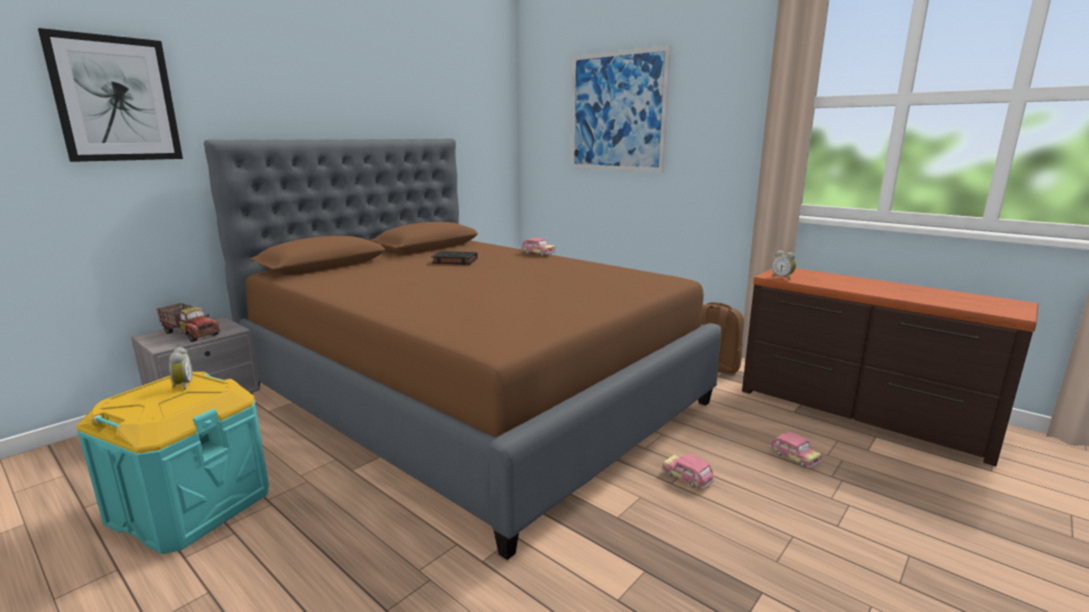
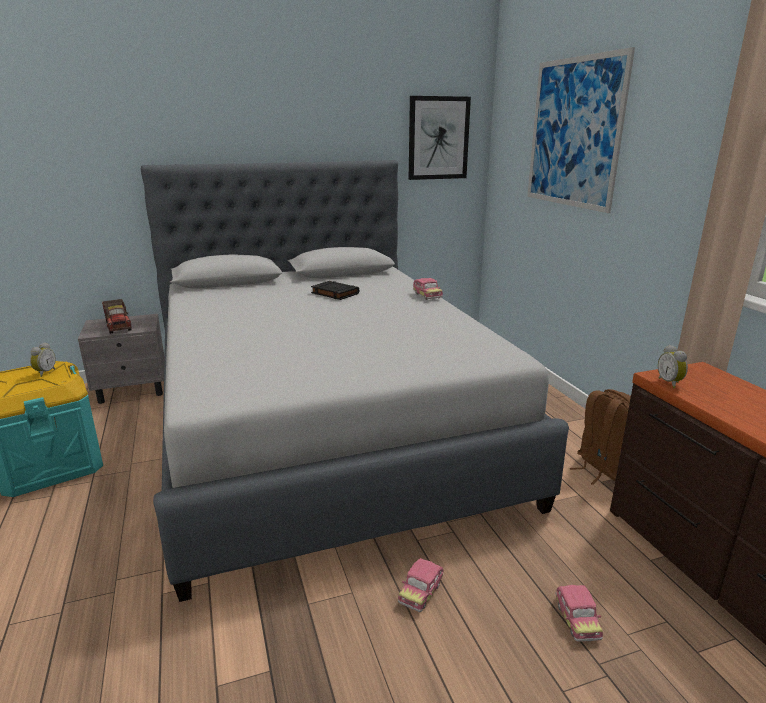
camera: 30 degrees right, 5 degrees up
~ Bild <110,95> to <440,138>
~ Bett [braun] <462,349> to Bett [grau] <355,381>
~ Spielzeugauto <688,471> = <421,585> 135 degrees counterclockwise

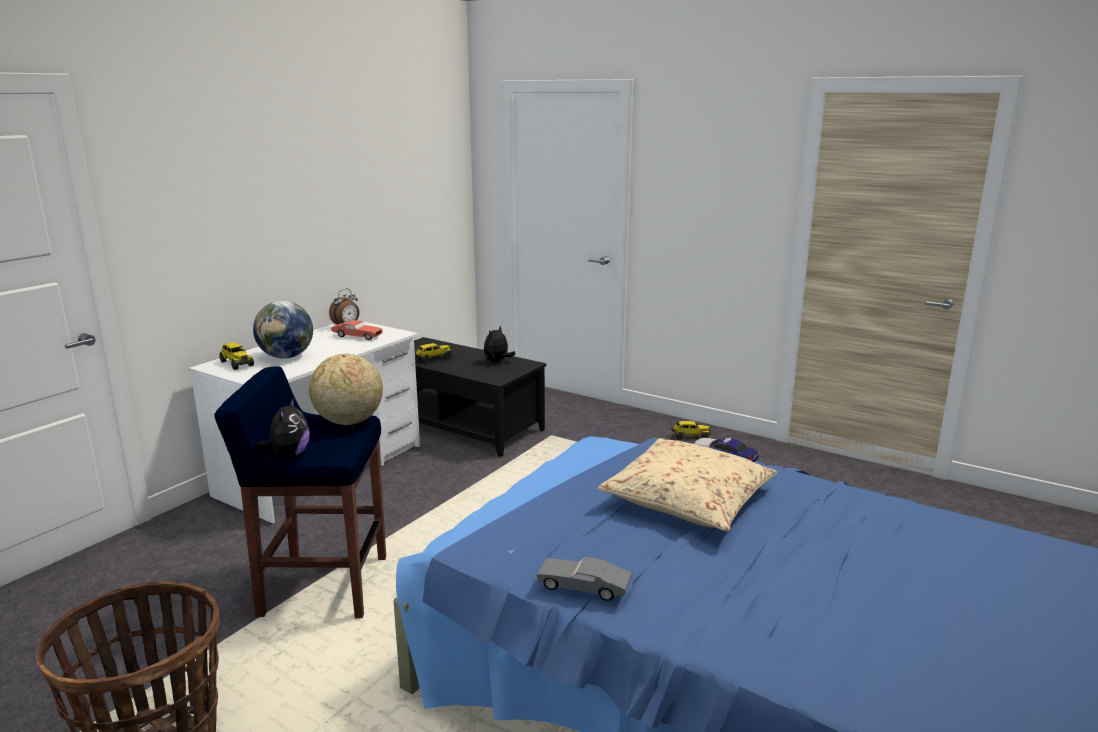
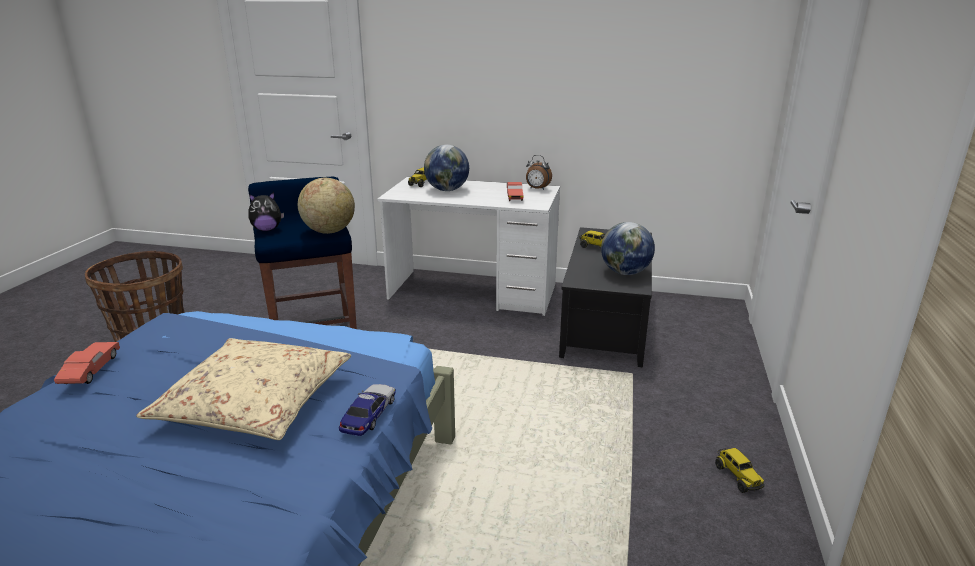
camera: 70 degrees right, 5 degrees up
~ Plüschtier <499,344> to Globus <628,248>
~ Spielzeugauto [grau] <584,579> to Spielzeugauto [rot] <87,363>

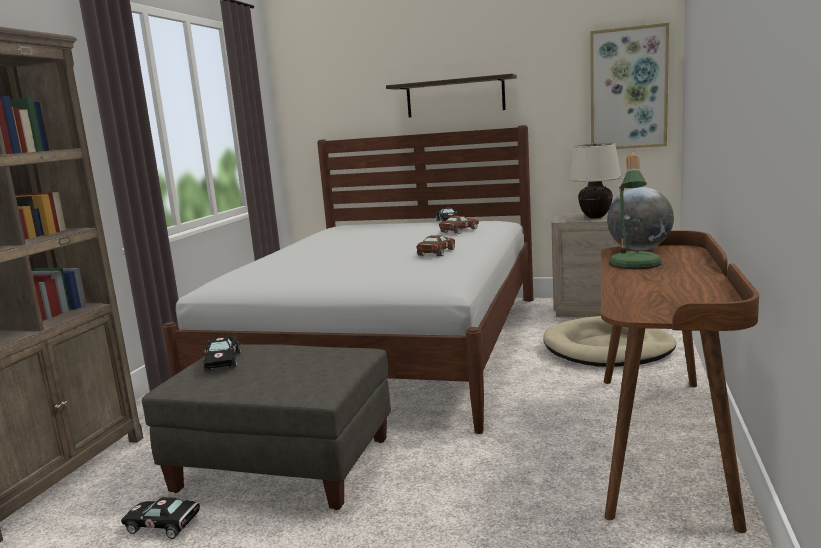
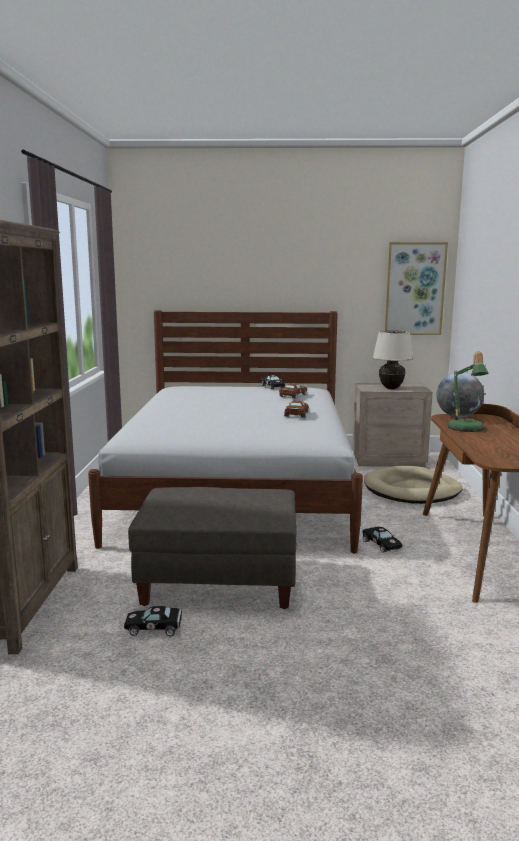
camera: 15 degrees left, 0 degrees up
~ Spielzeugauto [schwarz] <222,353> to <382,540>
- Wandregal <451,95>

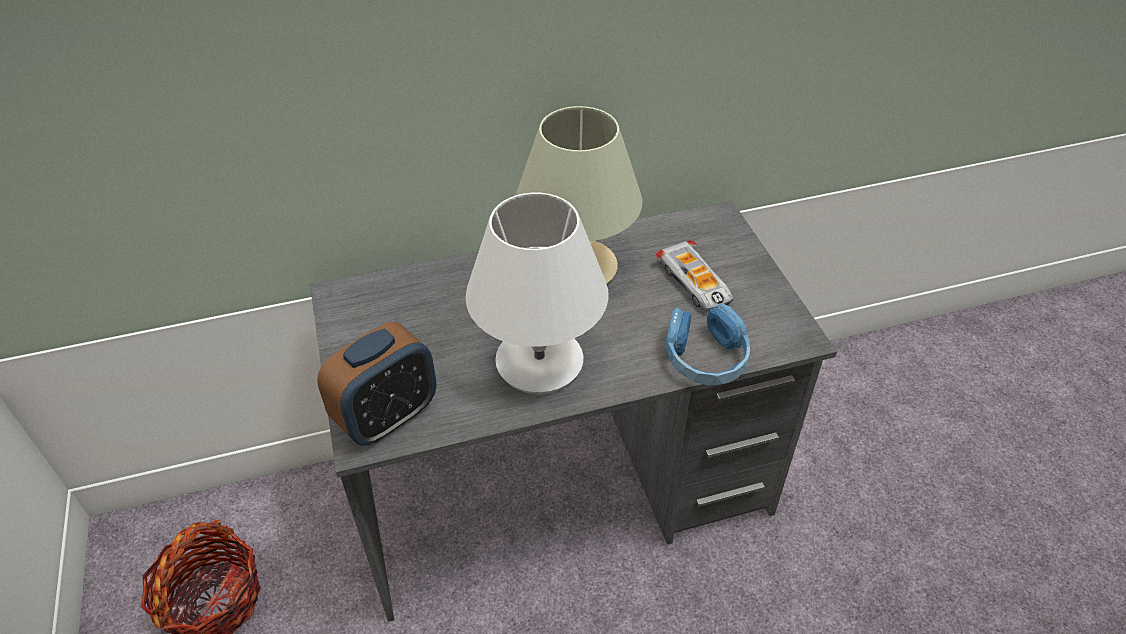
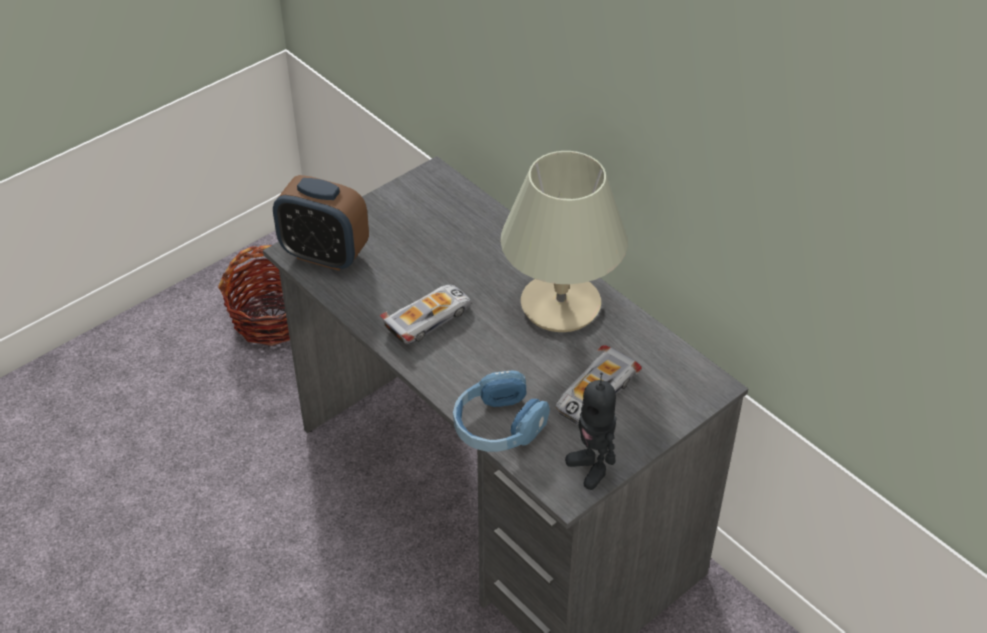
camera: 65 degrees right, 0 degrees up
~ Tischlampe [weiß] <537,293> to Spielzeugauto <425,314>
+ Spielzeugroboter <590,431>

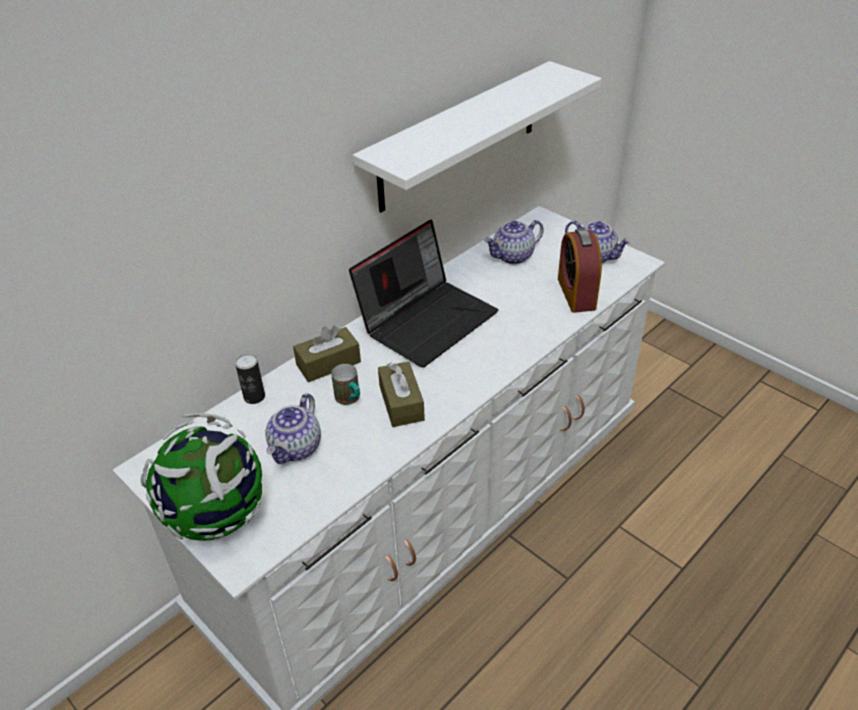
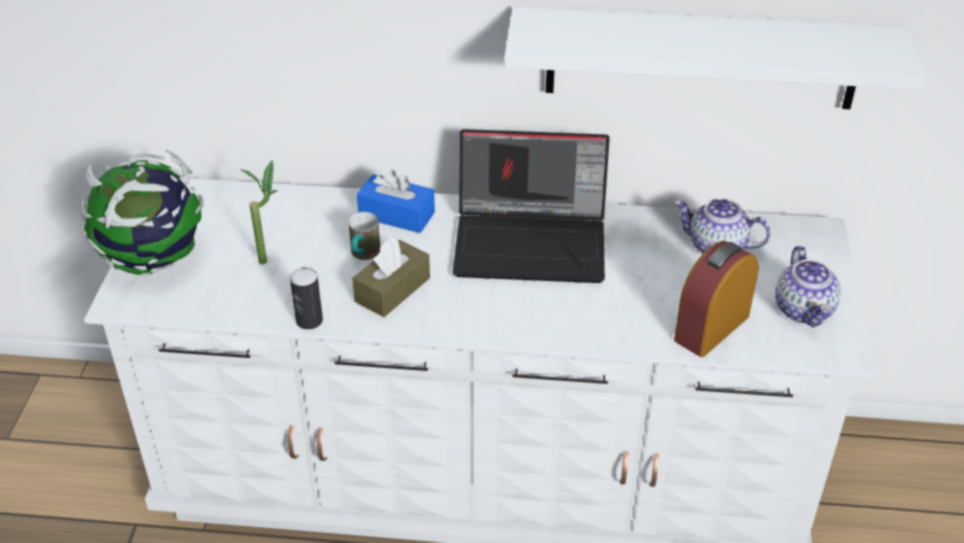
camera: 50 degrees right, 0 degrees up
~ Dose <250,379> to <306,298>
~ Teekanne <293,428> to Topfpflanze <259,212>
~ Taschentuchbox [braun] <327,354> to Taschentuchbox [blau] <396,201>

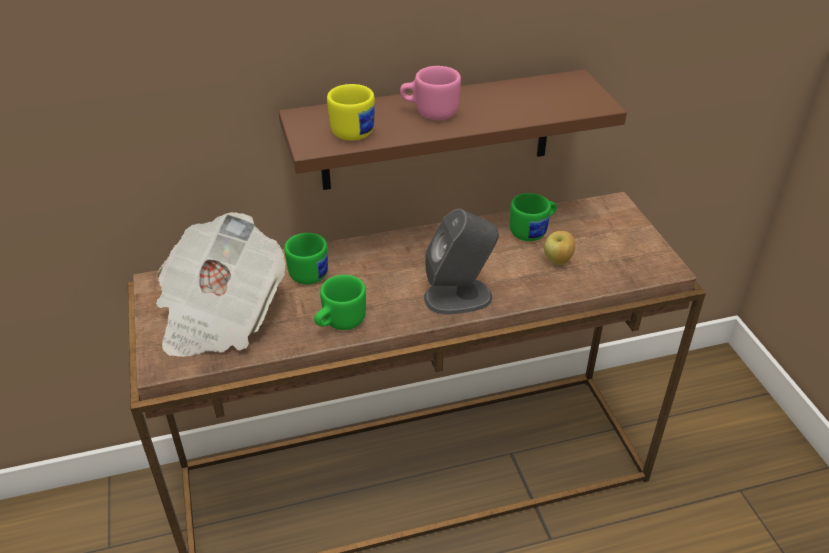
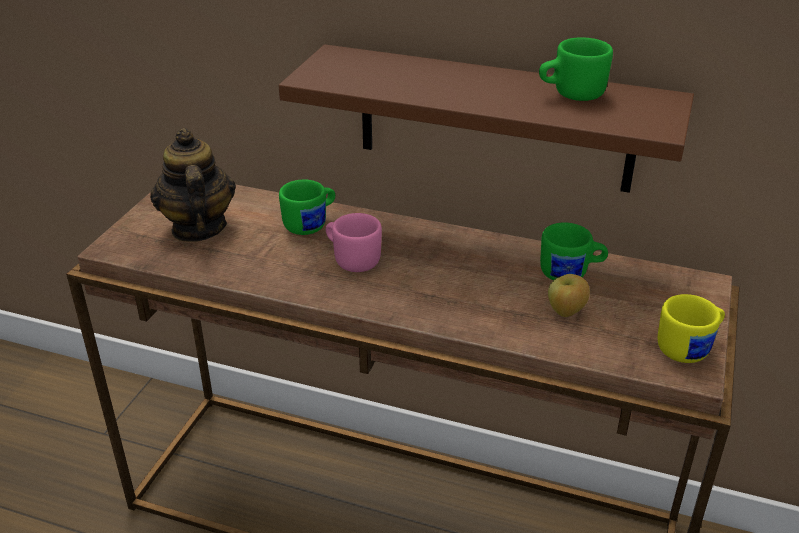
camera: 35 degrees right, 5 degrees down
~ Zeitung <221,284> to Teekanne <193,185>
~ Henkelbecher [grün] <340,302> to <576,69>
~ Henkelbecher [gelb] <351,112> to <691,328>
~ Henkelbecher [rosa] <430,93> to <354,242>
- Lautsprecher [grau] <461,261>

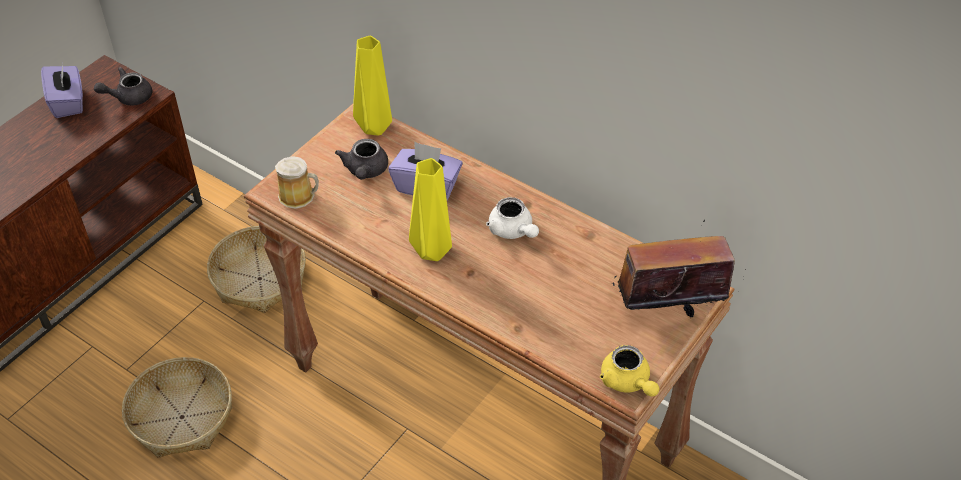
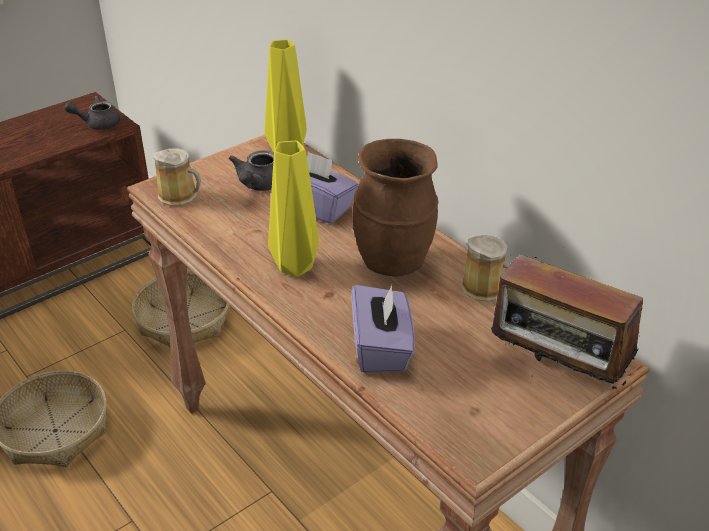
camera: 15 degrees right, 10 degrees down
~ Taschentuchbox [lila] <62,91> to <383,328>
~ Teekanne [weiß] <512,218> to Vase [braun] <396,208>
- Teekanne [gelb] <629,371>
~ Radio <674,268> = <567,318> 150 degrees counterclockwise
+ Henkelbecher <485,268>

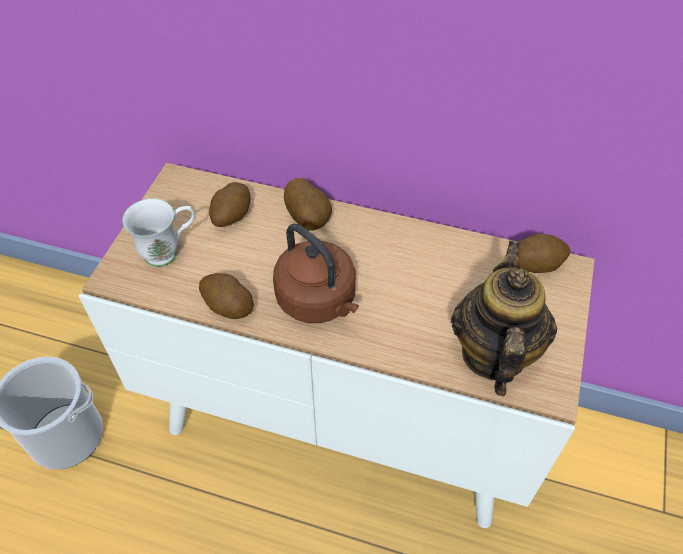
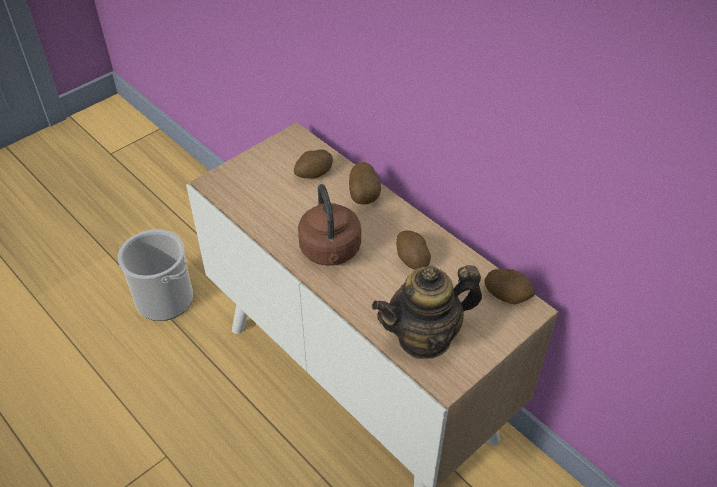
camera: 30 degrees right, 5 degrees down
- Henkelbecher [weiß] <158,232>
~ Kartoffel <226,296> to <413,250>
~ Teekanne <504,318> = <427,312> 150 degrees counterclockwise

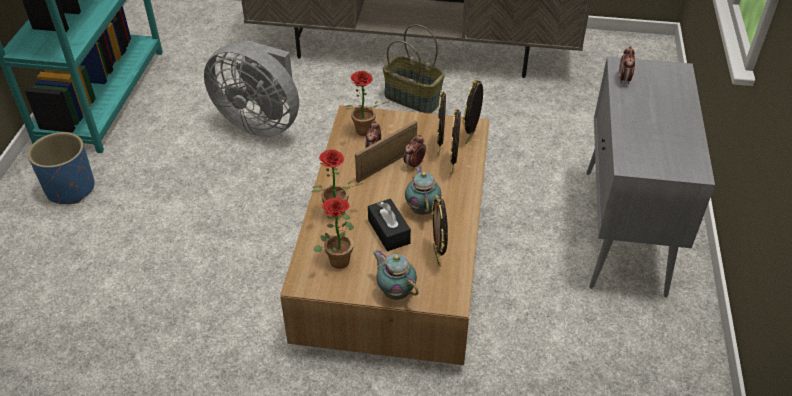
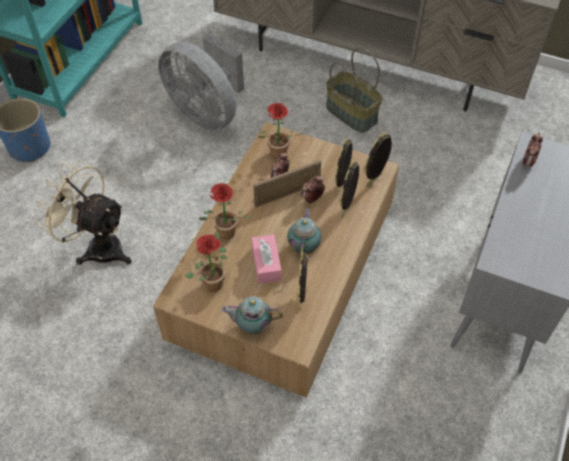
camera: 15 degrees right, 10 degrees up
~ Taschentuchbox [schwarz] <389,225> to Taschentuchbox [rosa] <266,259>
~ Teekanne <396,275> = <252,315> 60 degrees counterclockwise
+ Ventilator [beige] <84,213>

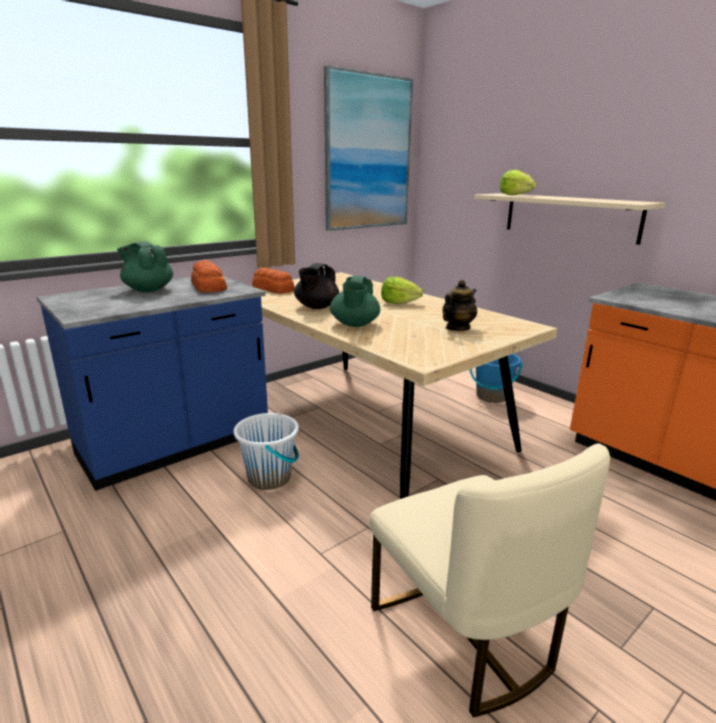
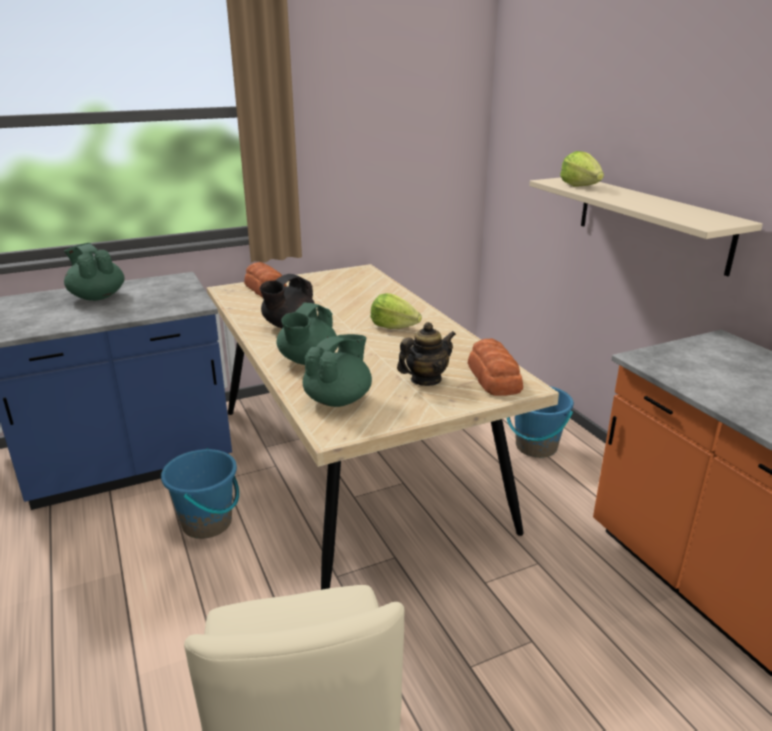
camera: 15 degrees right, 5 degrees up
~ Brot <209,276> to <495,367>
~ Eimer [weiß] <266,451> to Eimer [blau] <200,493>
- Bild <368,148>
+ Teekanne [grün] <337,370>

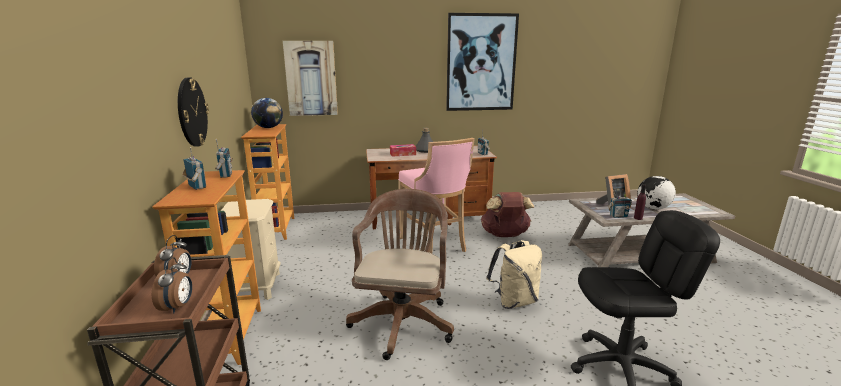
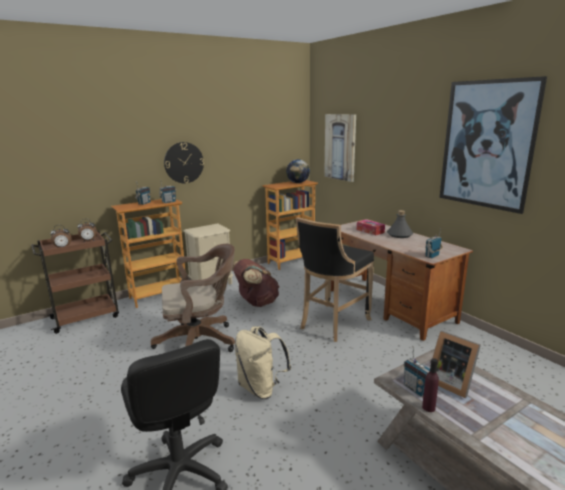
camera: 65 degrees right, 0 degrees up
~ Hocker [rosa] <436,196> to Hocker [schwarz] <335,279>
~ Rucksack [braun] <507,214> to <256,283>
- Globus <657,193>

